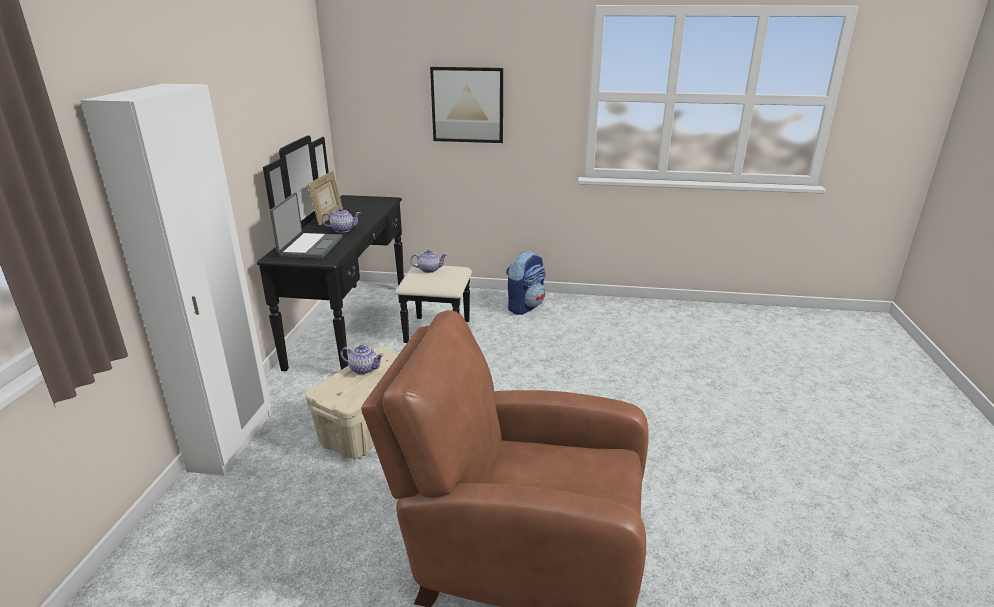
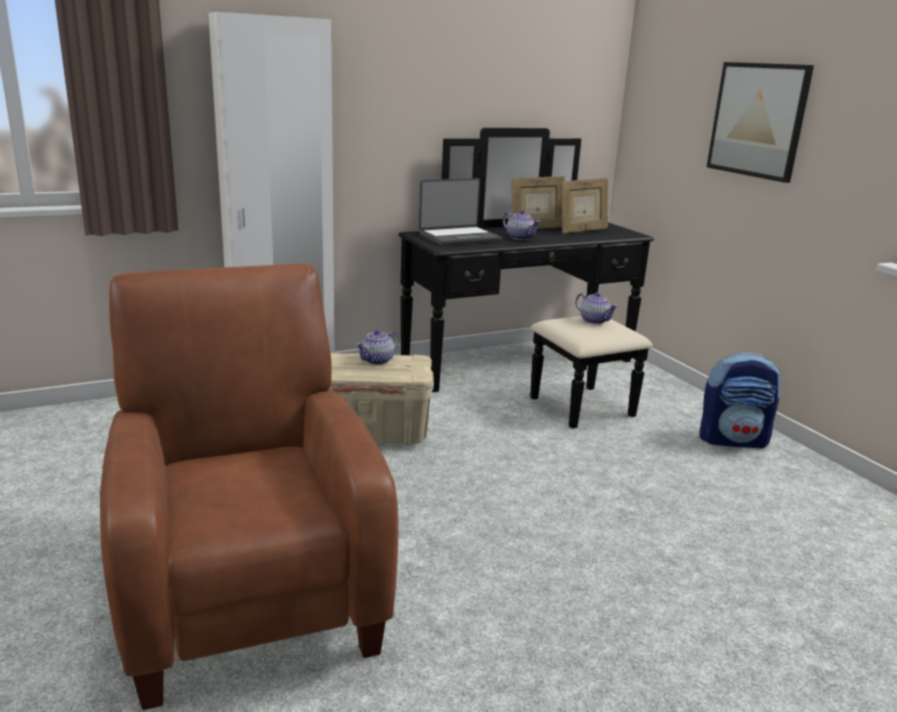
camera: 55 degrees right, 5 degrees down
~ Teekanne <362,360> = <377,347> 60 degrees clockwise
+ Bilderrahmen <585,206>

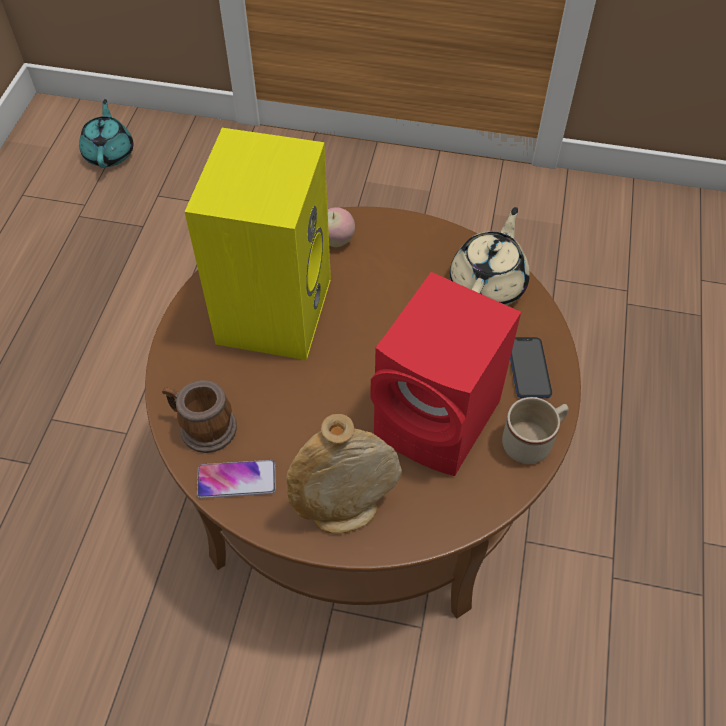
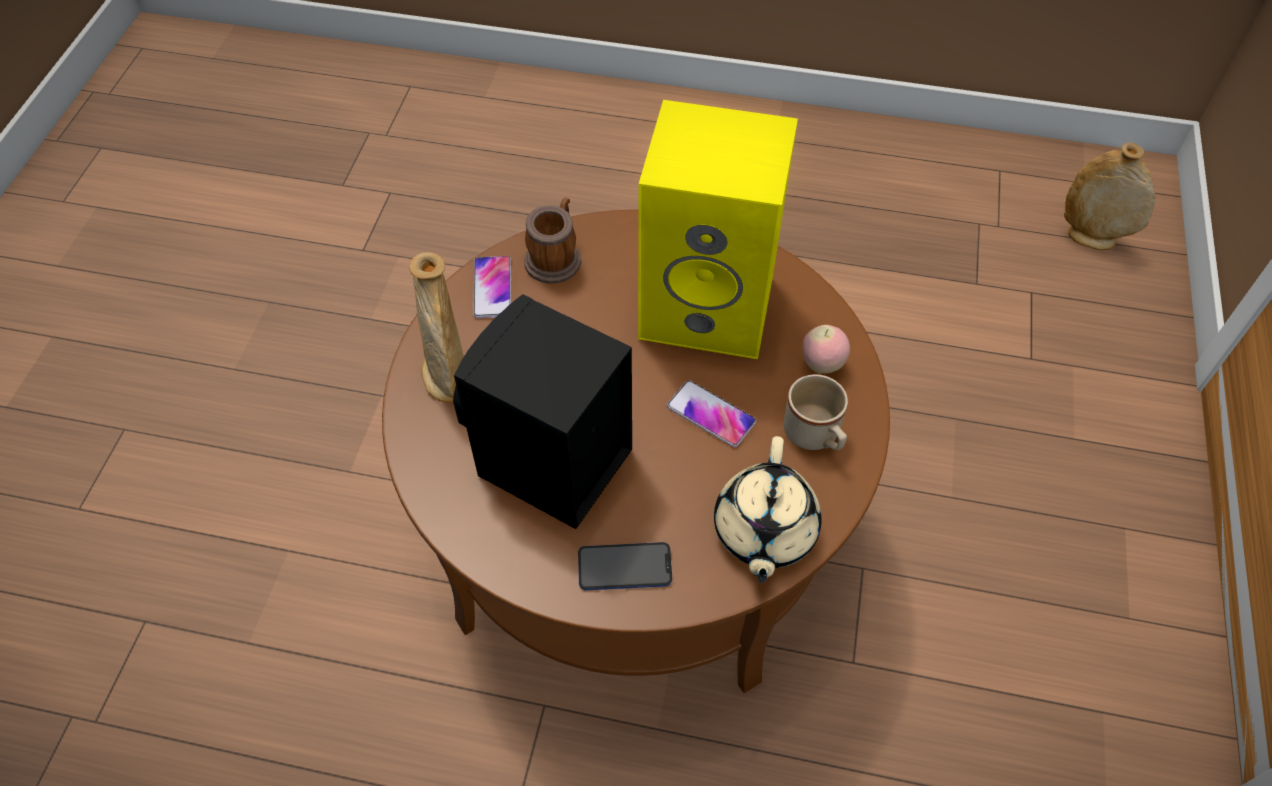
camera: 90 degrees right, 0 degrees up
~ Teekanne [türkis] <106,133> to Vase [beige] <1109,196>
~ Lautsprecher [rot] <445,374> to Lautsprecher [schwarz] <542,411>
~ Teekanne [beige] <490,256> = <768,510> 75 degrees clockwise
~ Henkelbecher [beige] <535,430> to <816,412>
+ Handy <711,413>

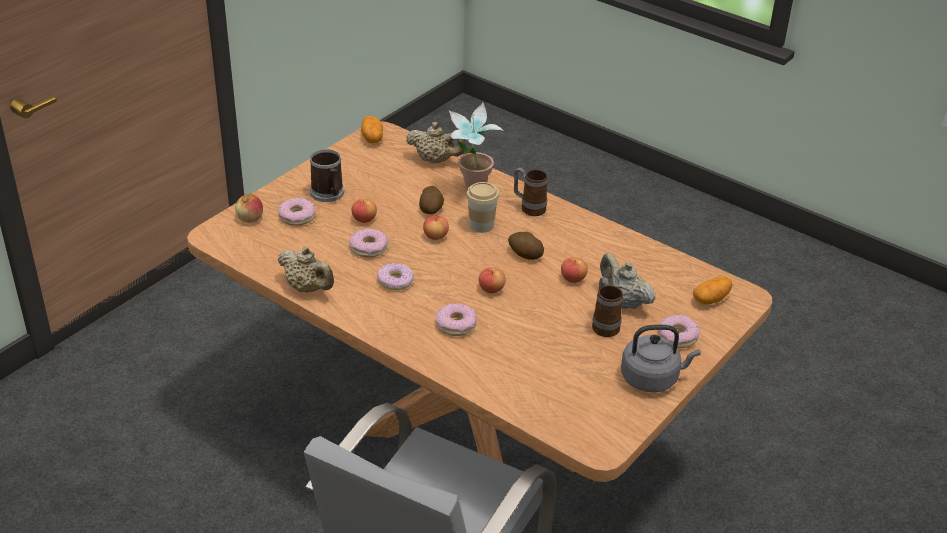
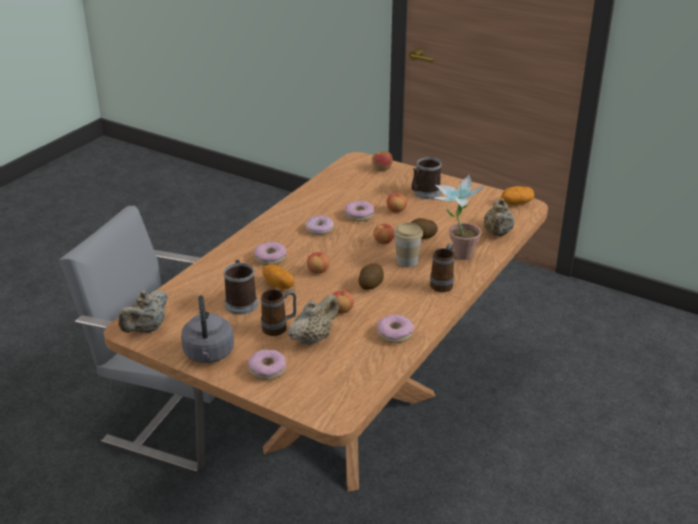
camera: 85 degrees right, 5 degrees down
~ Teekanne [beige] <306,269> to <143,311>
~ Donut <297,212> to <395,328>
~ Kartoffel <712,290> to <278,276>
+ Henkelbecher <240,287>

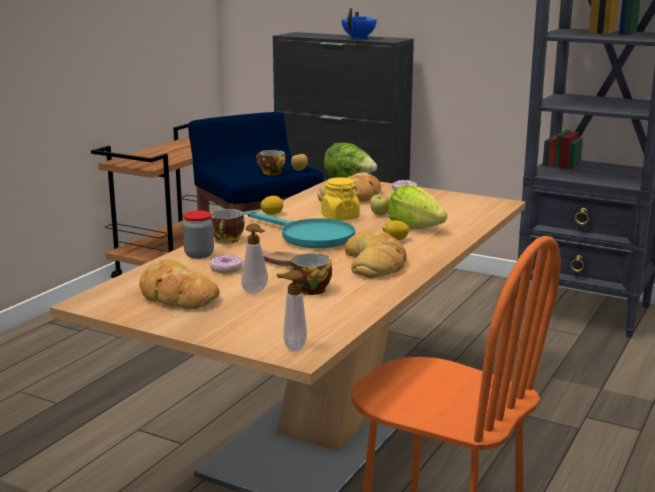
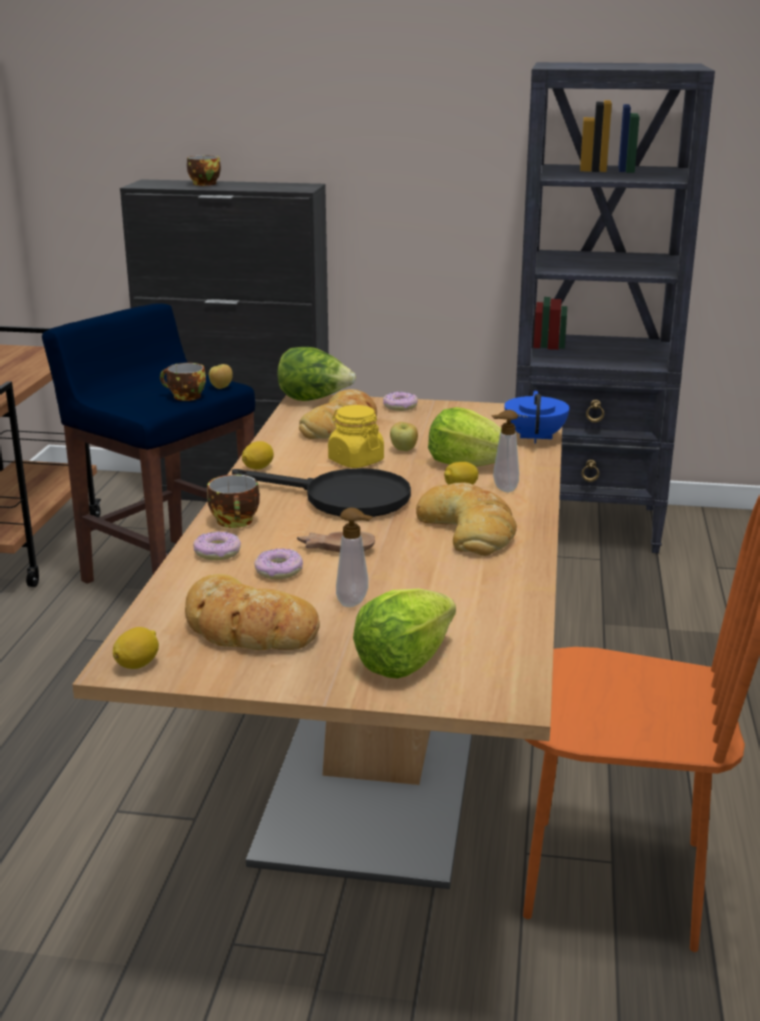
camera: 20 degrees left, 5 degrees up
~ Vorratsglas <198,235> to Donut <217,545>
~ Pfanne [türkis] <301,229> to Pfanne [schwarz] <321,492>
~ Seifenspender <292,310> to <505,451>
~ Tasse <311,274> to <204,171>
~ Teekanne [blau] <359,23> to <536,417>
+ Zitrone <136,648>
+ Salatkopf <404,633>

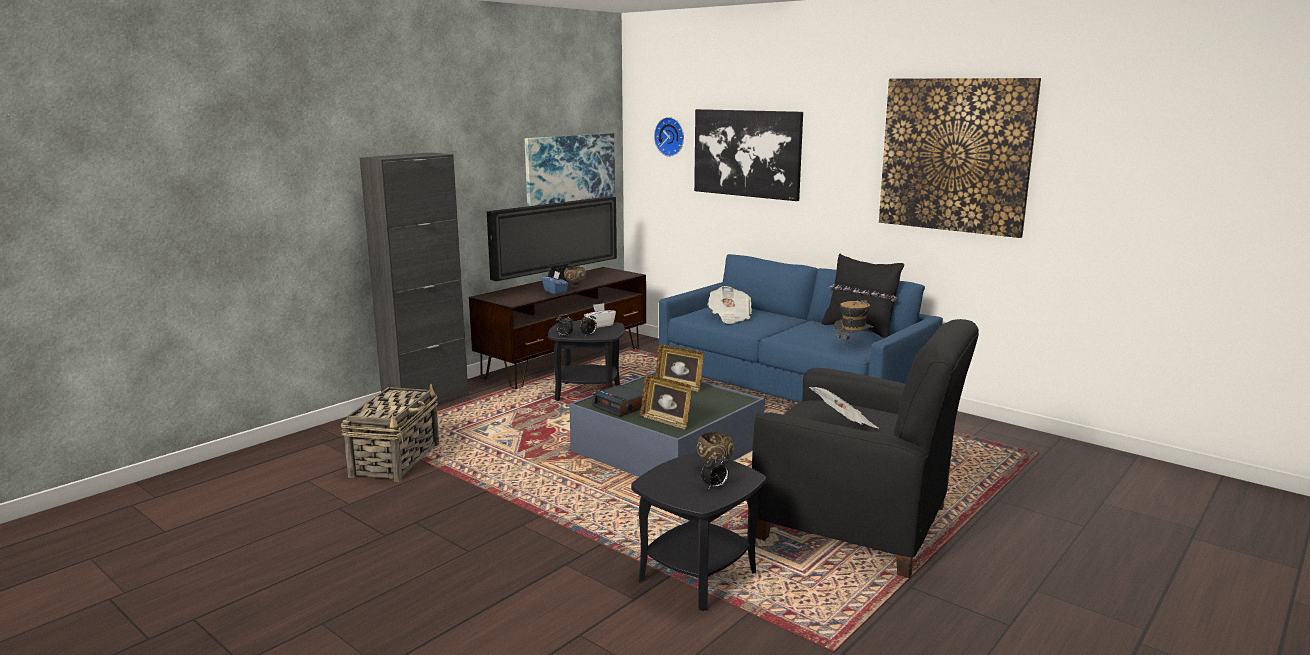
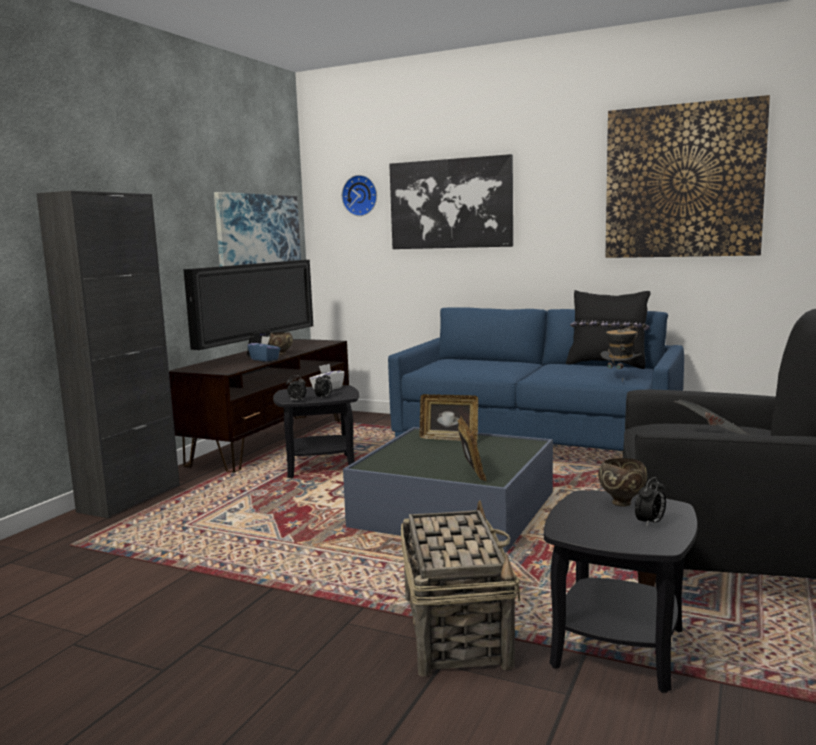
camera: 15 degrees left, 5 degrees down
~ Korb <390,433> to <460,588>
- Wecker <617,401>
~ Bilderrahmen <665,401> = <472,448> 120 degrees counterclockwise
- Zeitung <729,305>

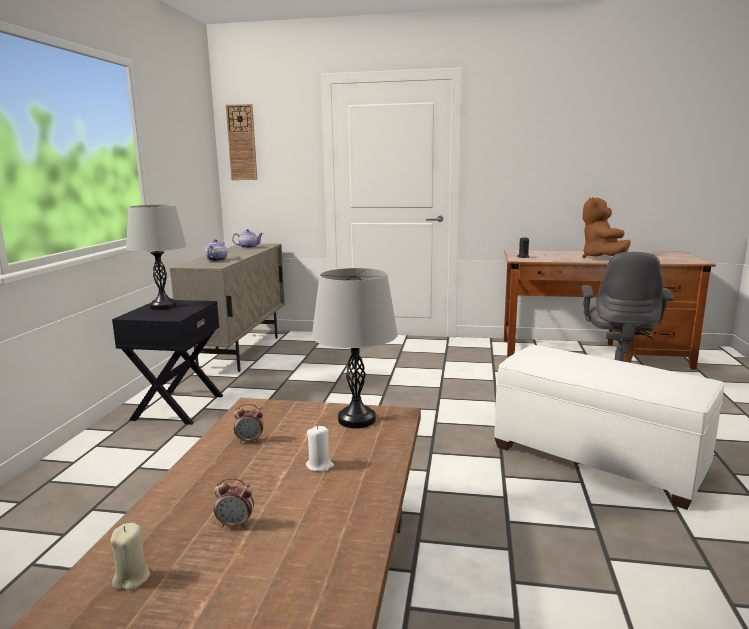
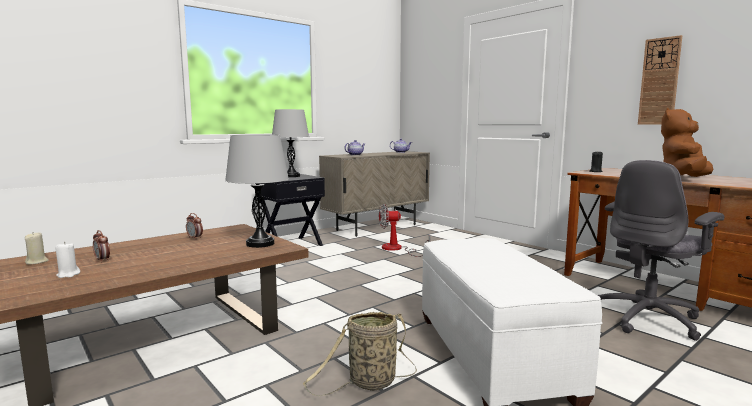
camera: 40 degrees right, 5 degrees down
~ Wanduhr <241,142> to <660,80>
~ Kerze [weiß] <320,449> to <67,260>
+ Korb <360,354>
+ Ventilator <404,230>

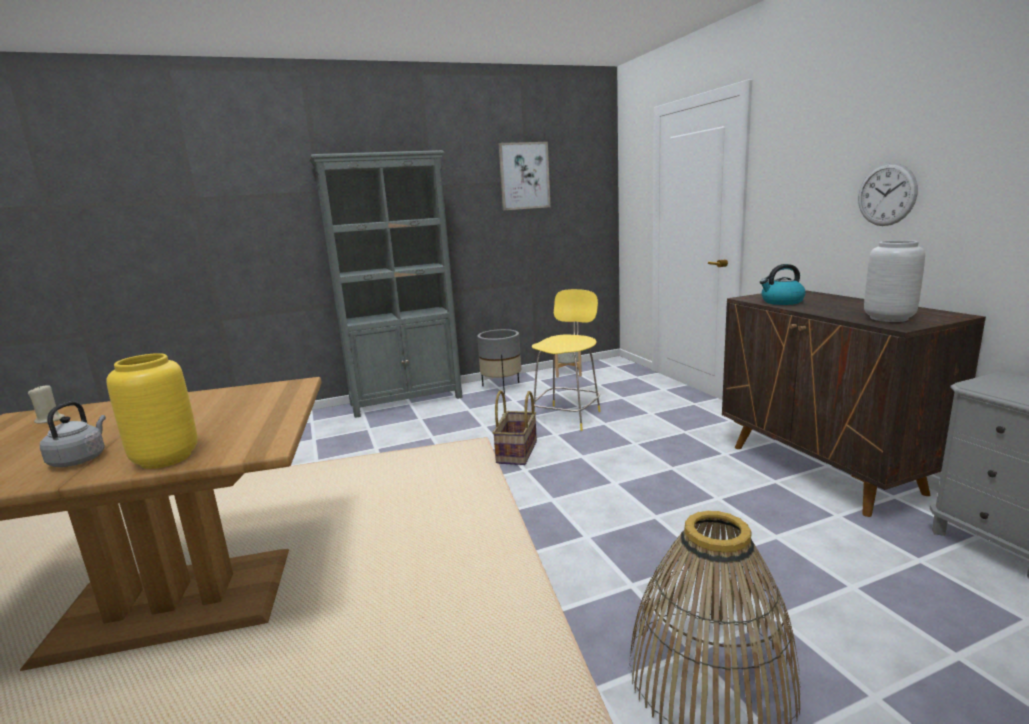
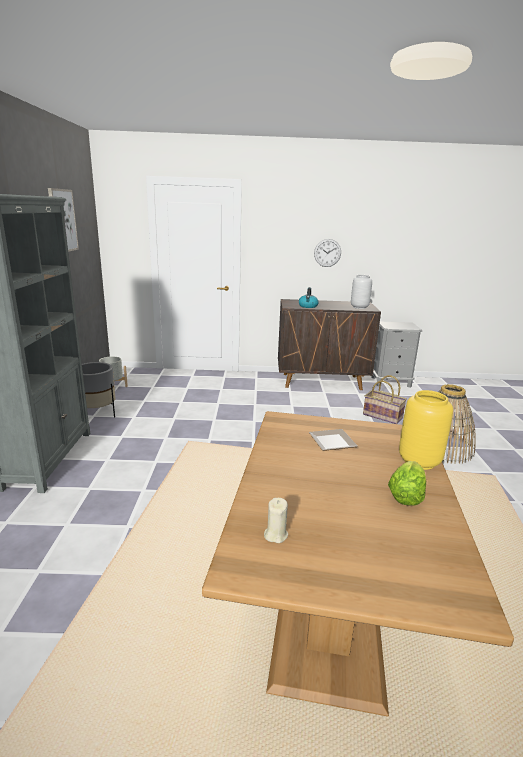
camera: 70 degrees left, 5 degrees up
~ Wasserkessel [grau] <73,434> to Salatkopf <407,483>
~ Korb <514,427> to <385,399>
- Hocker [gelb] <566,360>
+ Teller <333,440>

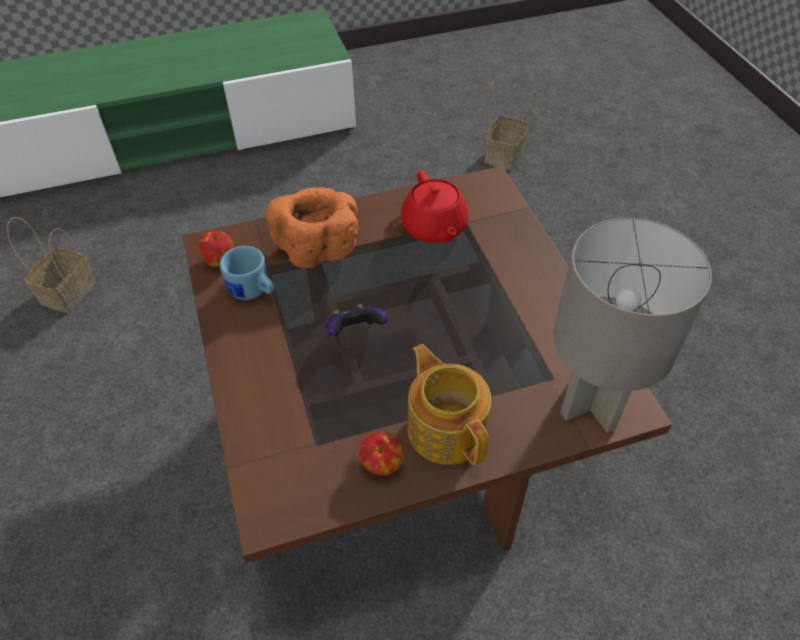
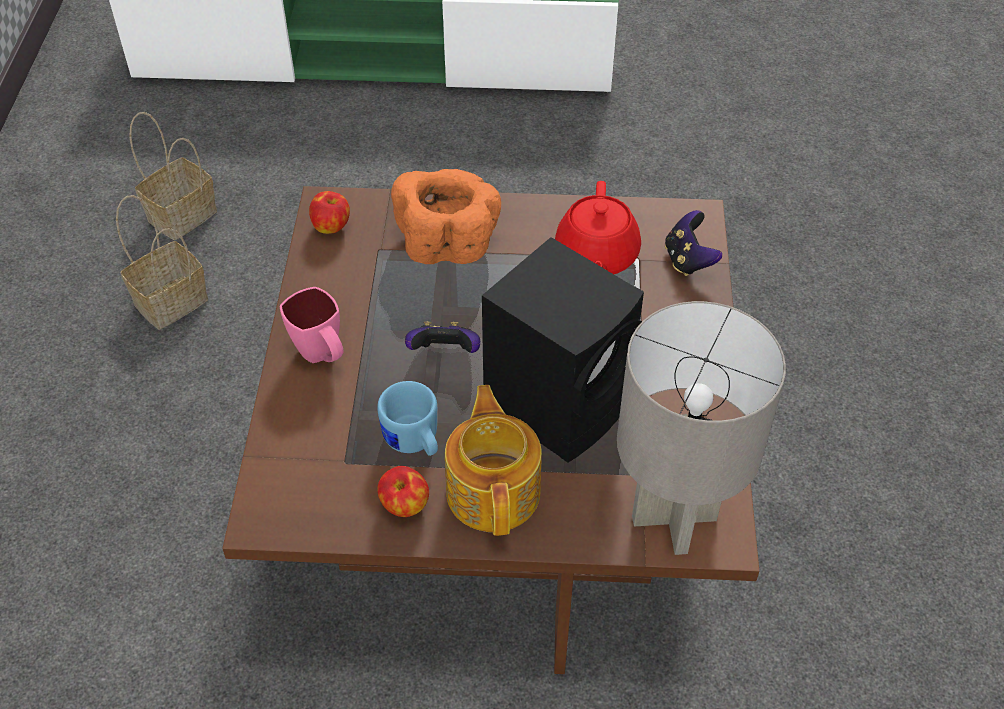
camera: 20 degrees right, 0 degrees up
~ Henkelbecher [blau] <247,273> to <407,418>
~ Korb <510,125> to <162,262>
+ Henkelbecher [rosa] <312,325>
+ Lautsprecher [schwarz] <563,350>
+ Gamepad <693,243>

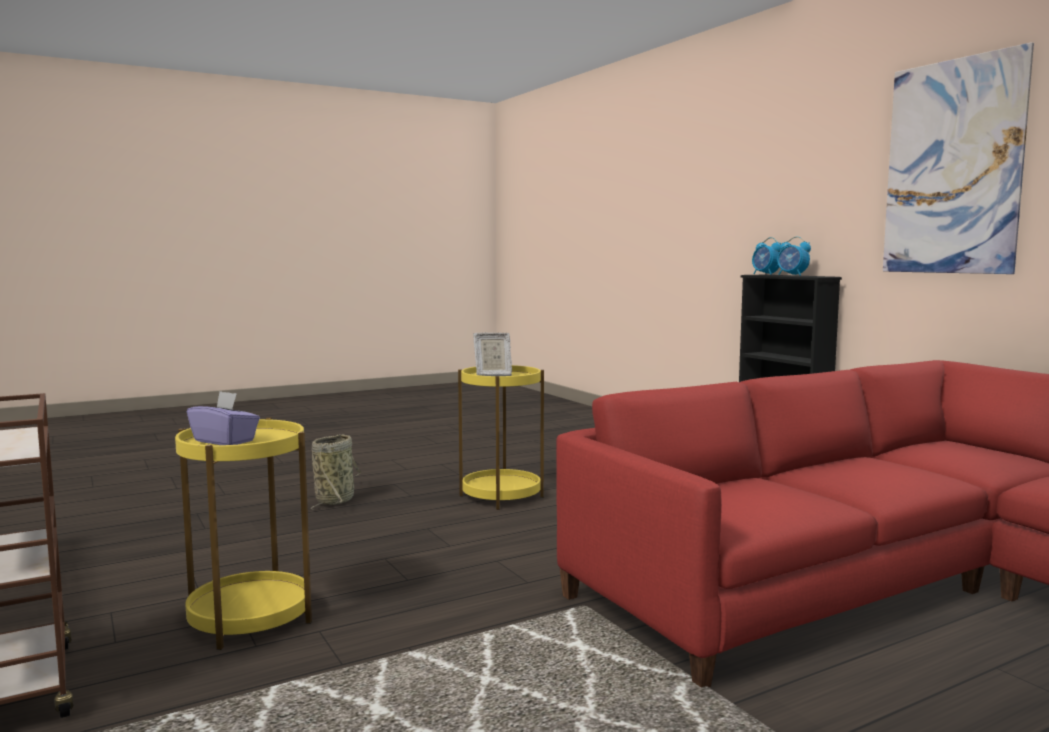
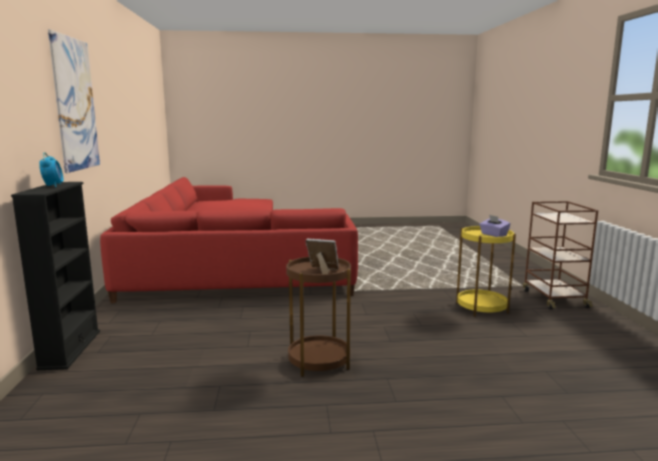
camera: 155 degrees left, 5 degrees up
- Korb <336,472>
~ Beistelltisch [gelb] <501,437> to Beistelltisch [braun] <318,317>
- Wecker <766,256>

